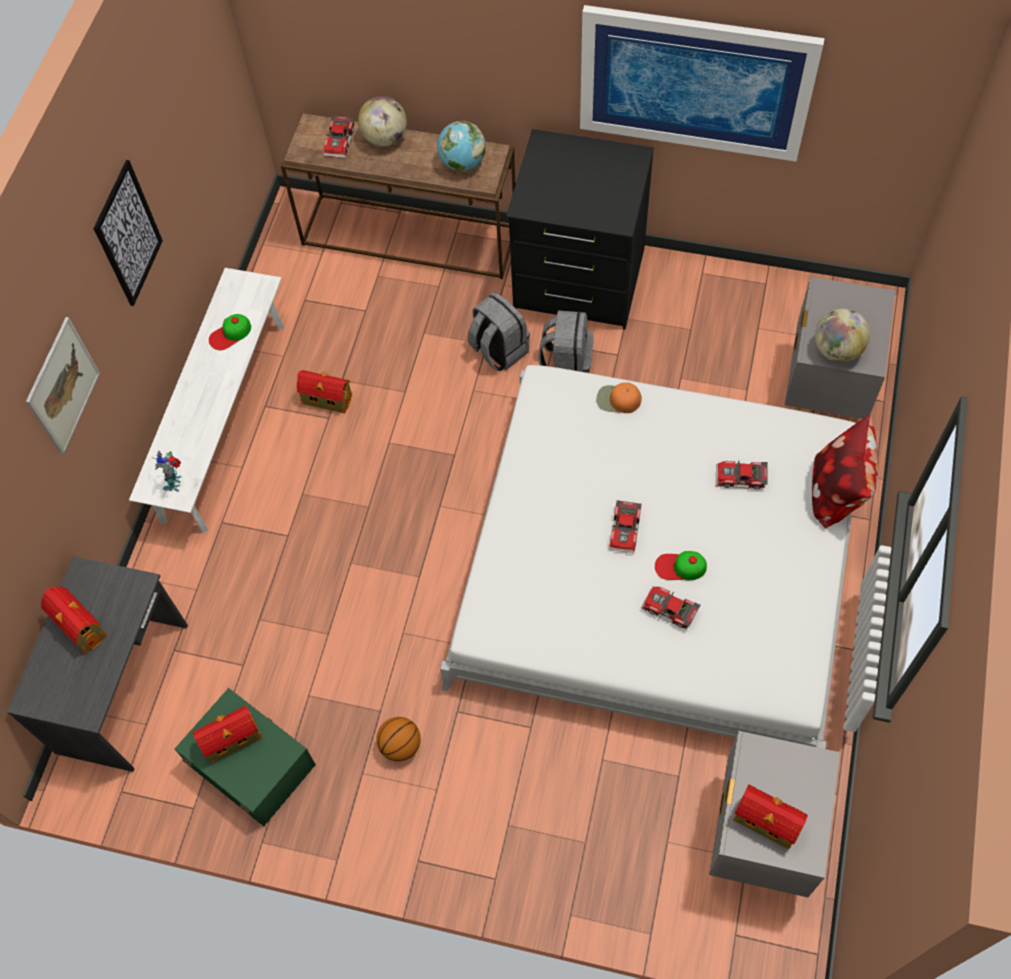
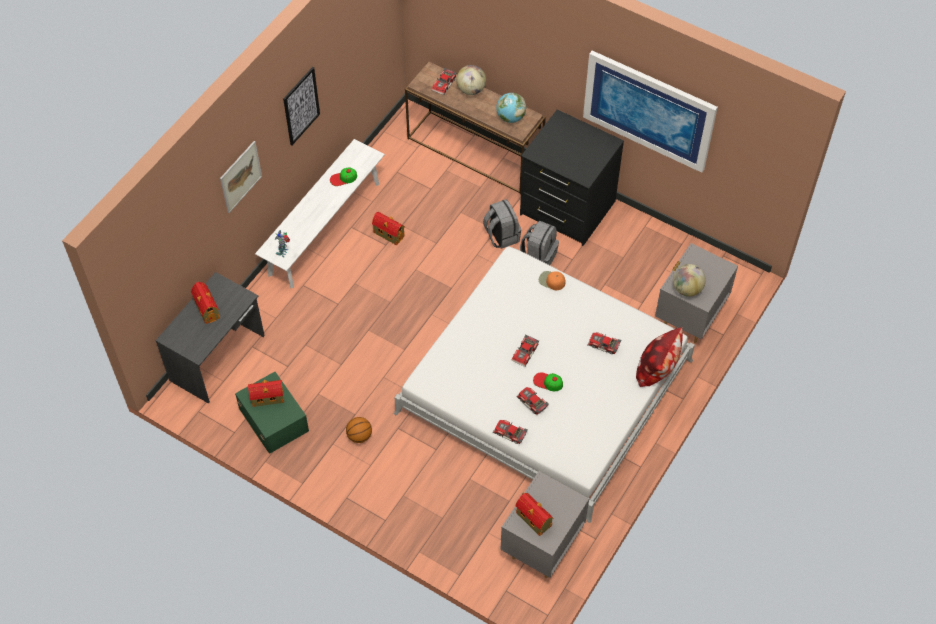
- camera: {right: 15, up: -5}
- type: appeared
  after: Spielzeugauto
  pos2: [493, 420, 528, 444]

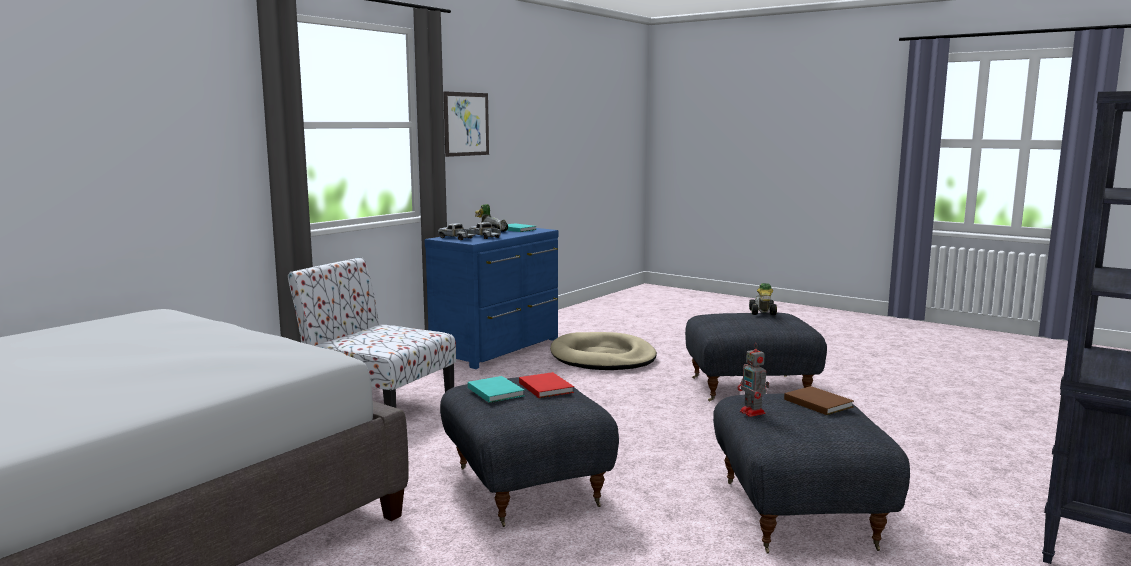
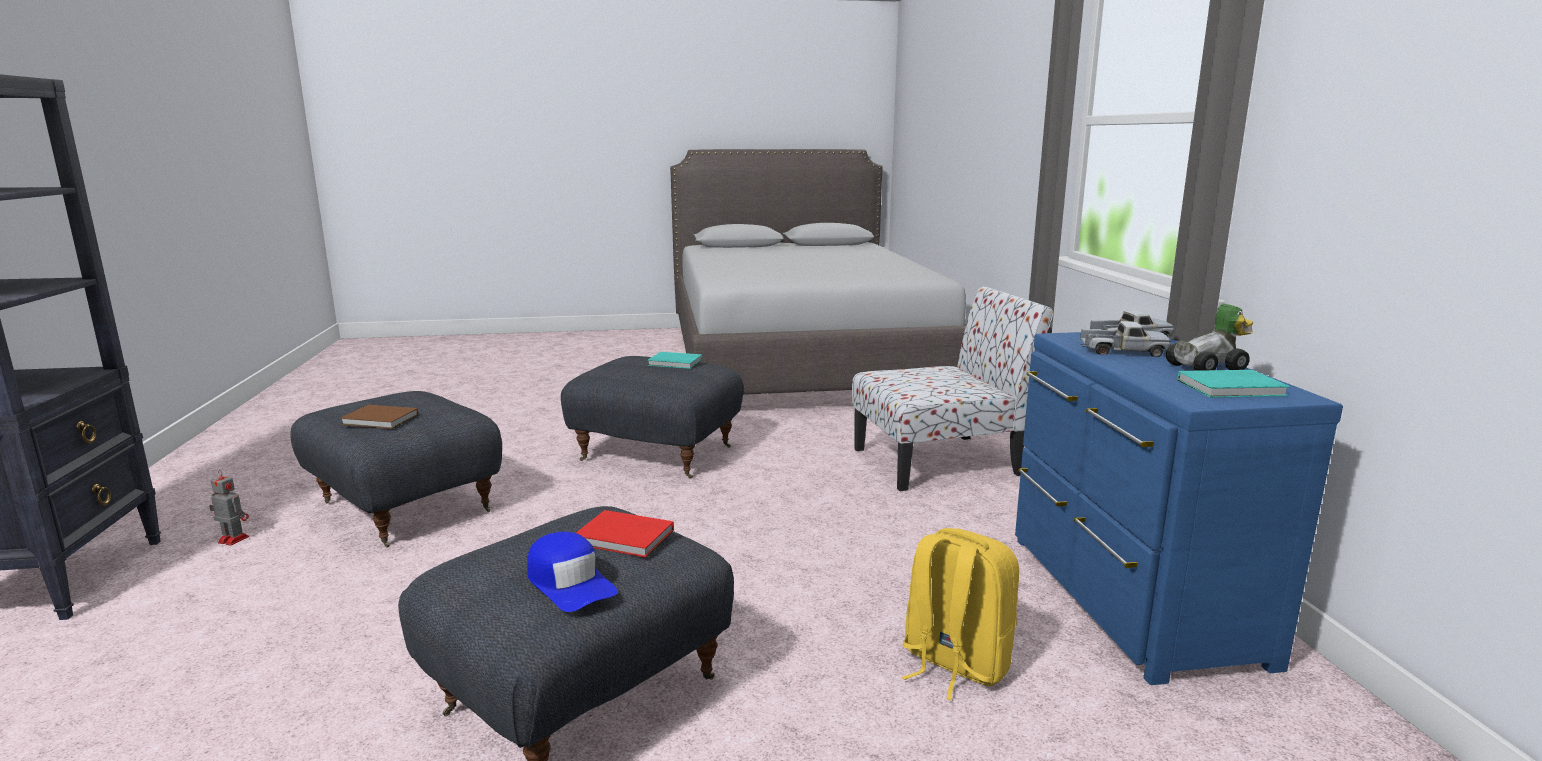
- camera: {right: 135, up: 5}
- type: missing
  before: Bild
  pos1: [443, 91, 489, 157]
- type: relocated
  before: Buch [rot]
  pos1: [519, 372, 574, 398]
  pos2: [576, 510, 674, 557]
- type: exchanged
  before: Hundebett [beige]
  after: Rucksack [gelb]
  pos1: [550, 332, 657, 370]
  pos2: [902, 528, 1019, 700]
- type: relocated
  before: Spielzeugroboter
  pos1: [738, 343, 769, 417]
  pos2: [209, 470, 249, 546]
- type: exchanged
  before: Spielzeugauto
  after: Kappe [blau]
  pos1: [749, 283, 777, 315]
  pos2: [527, 532, 618, 612]

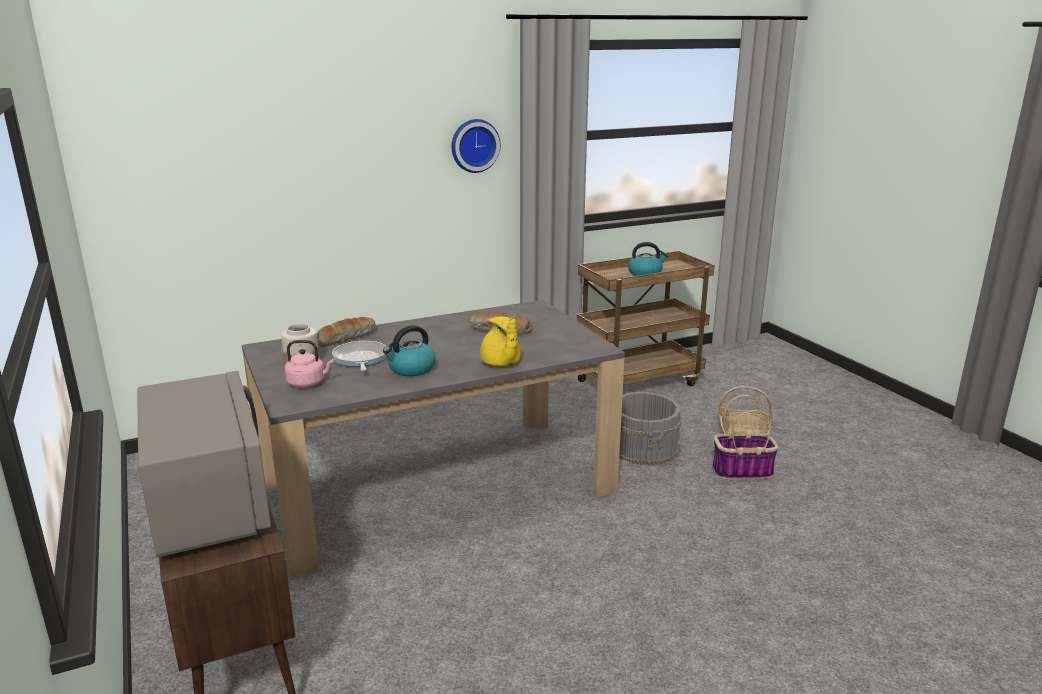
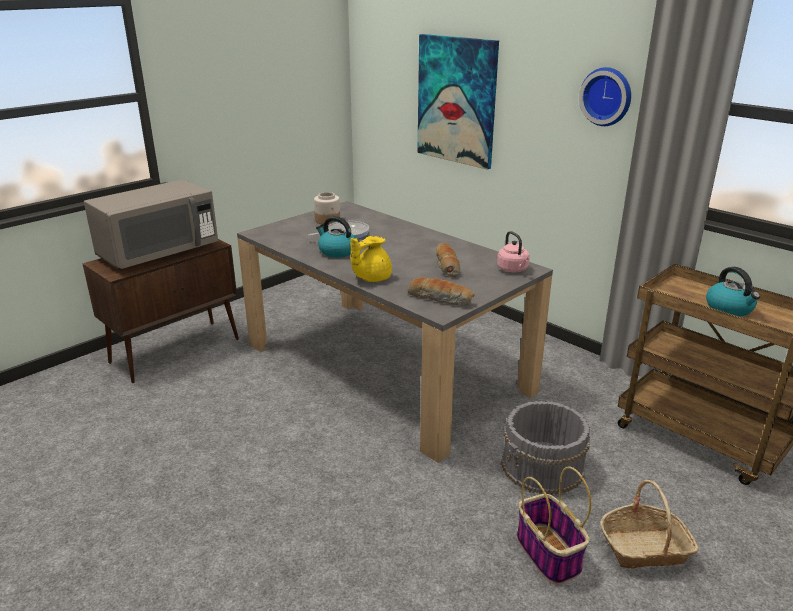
- camera: {right: 70, up: 5}
- type: relocated
  before: Wasserkessel [rosa]
  pos1: [285, 340, 334, 387]
  pos2: [497, 231, 530, 272]
- type: relocated
  before: Brot
  pos1: [317, 317, 375, 347]
  pos2: [407, 277, 474, 306]
- type: appeared
  after: Bild
  pos2: [417, 34, 499, 170]

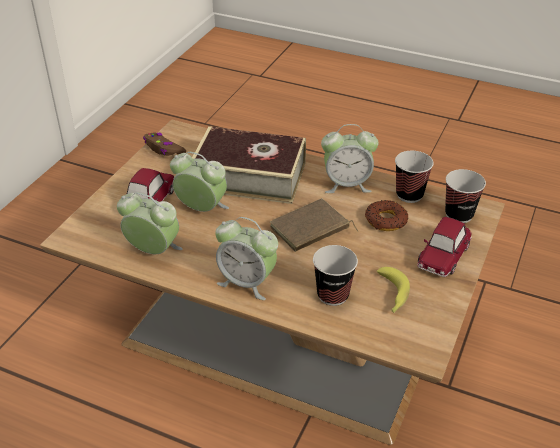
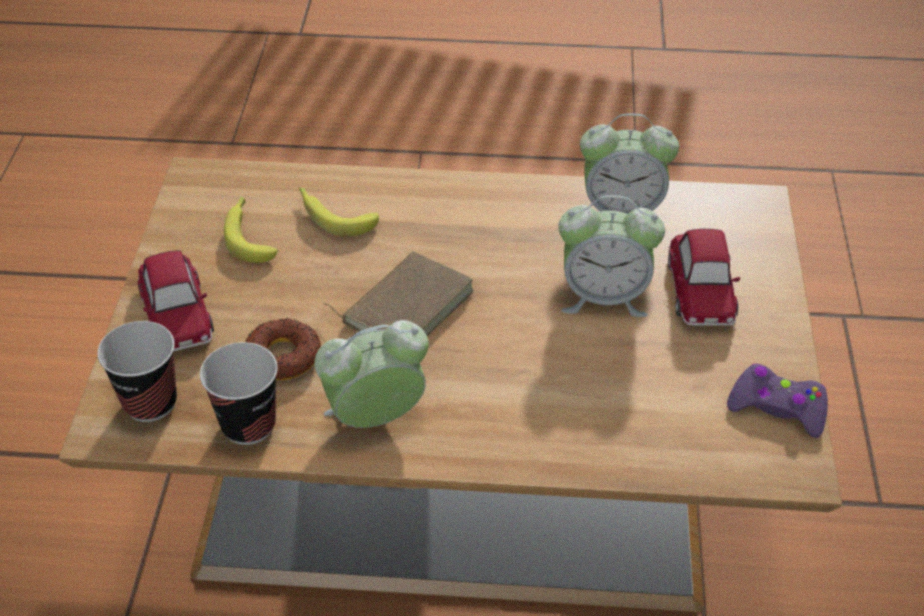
- camera: {right: 160, up: 5}
- type: colour
  before: Gamepad [braun]
  after: Gamepad [lila]
  pos1: [143, 133, 186, 156]
  pos2: [727, 364, 828, 438]
- type: missing
  before: Buch
  pos1: [192, 126, 306, 204]
- type: missing
  before: Wecker
  pos1: [215, 217, 278, 300]
- type: exchanged
  before: Tasse
  after: Banane
  pos1: [313, 245, 358, 306]
  pos2: [299, 187, 379, 237]
- type: spun
  before: Spielzeugauto
  pos1: [417, 217, 472, 277]
  pos2: [138, 251, 214, 352]
  turn: 150

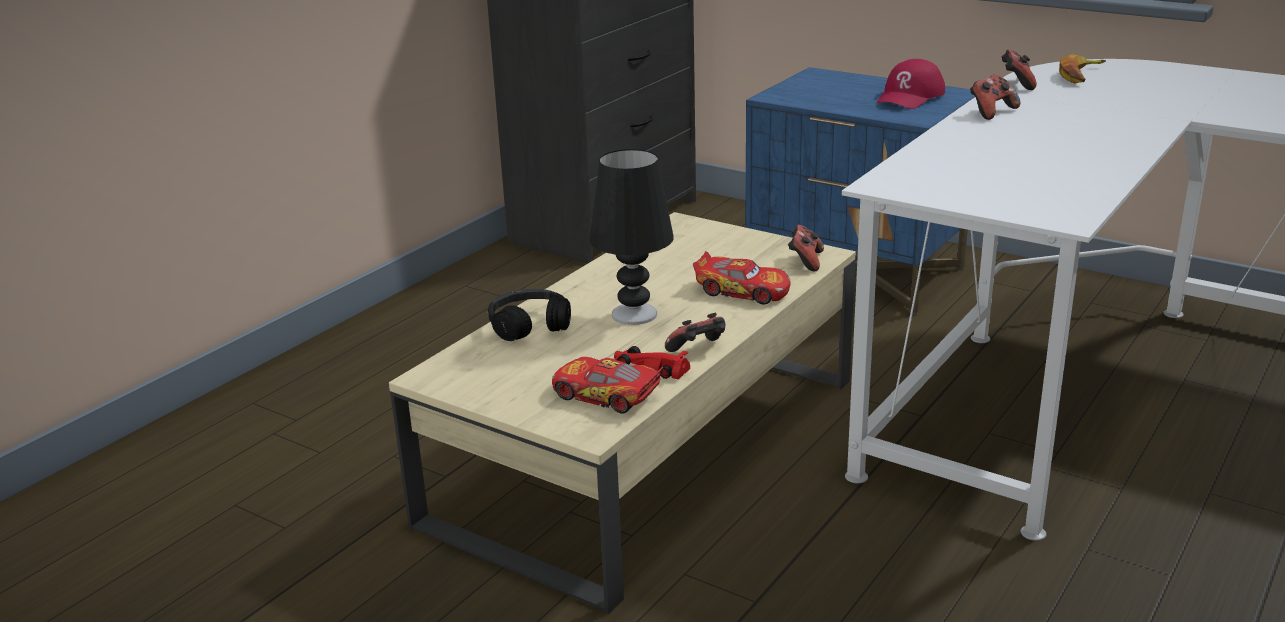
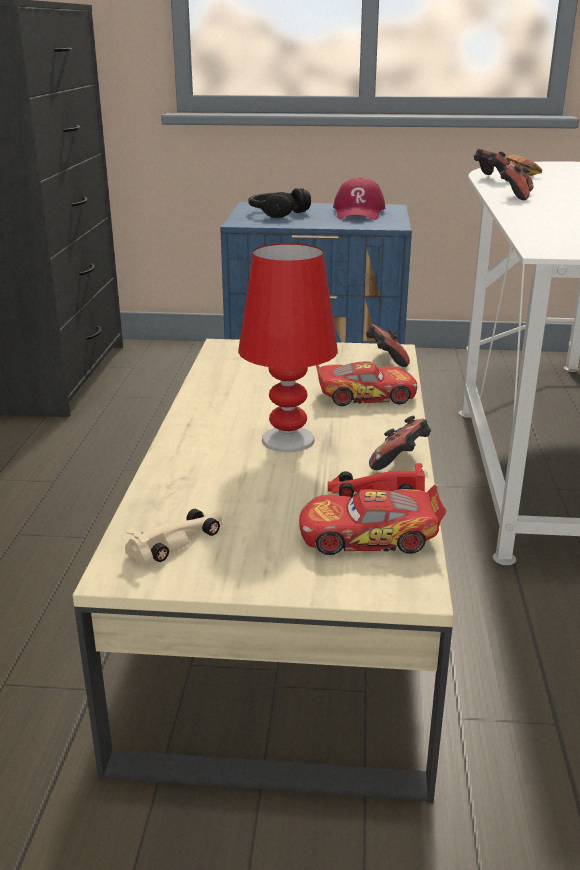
- camera: {right: -30, up: 0}
- type: relocated
  before: Kopfhörer [schwarz]
  pos1: [488, 289, 571, 341]
  pos2: [248, 188, 311, 218]
- type: colour
  before: Tischlampe [schwarz]
  after: Tischlampe [rot]
  pos1: [590, 149, 674, 325]
  pos2: [238, 243, 338, 452]
- type: appeared
  after: Spielzeugauto [beige]
  pos2: [125, 509, 223, 567]

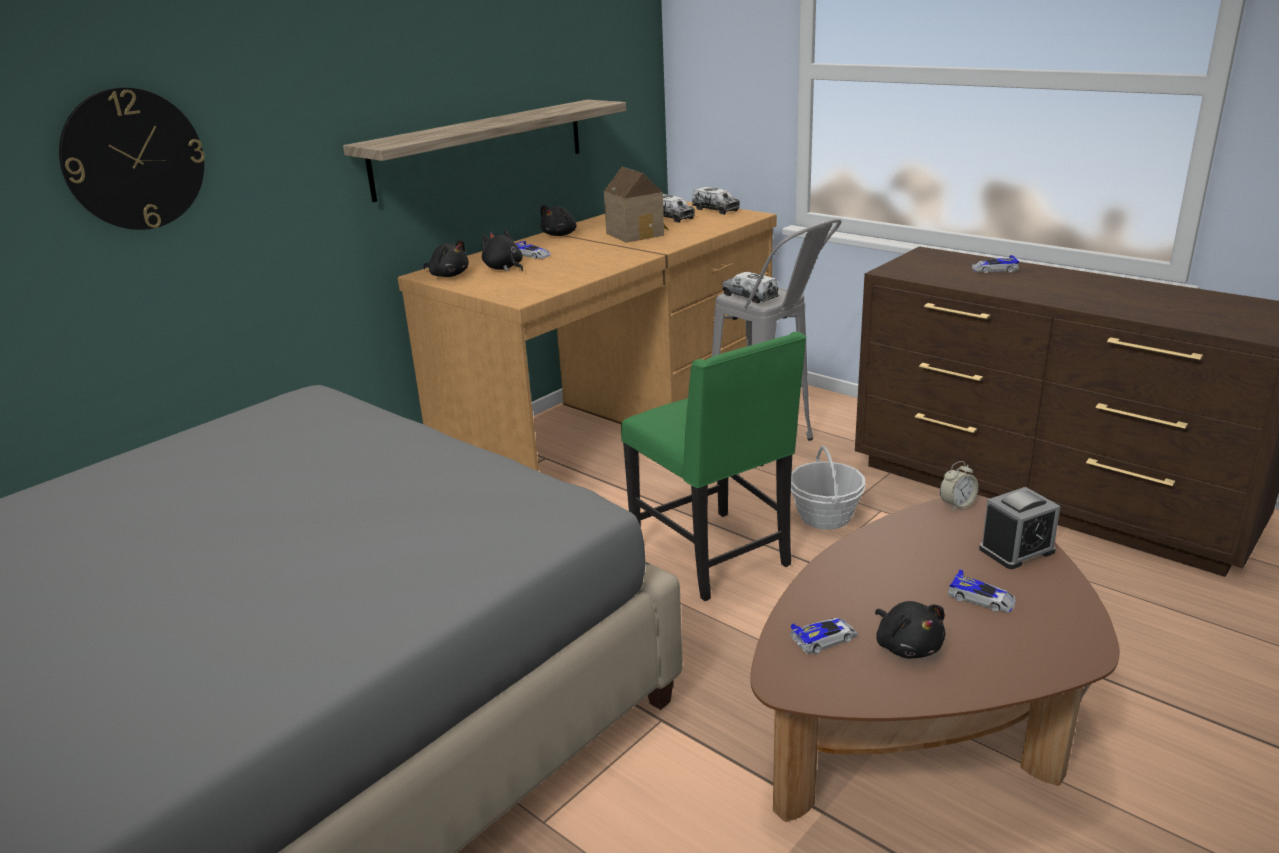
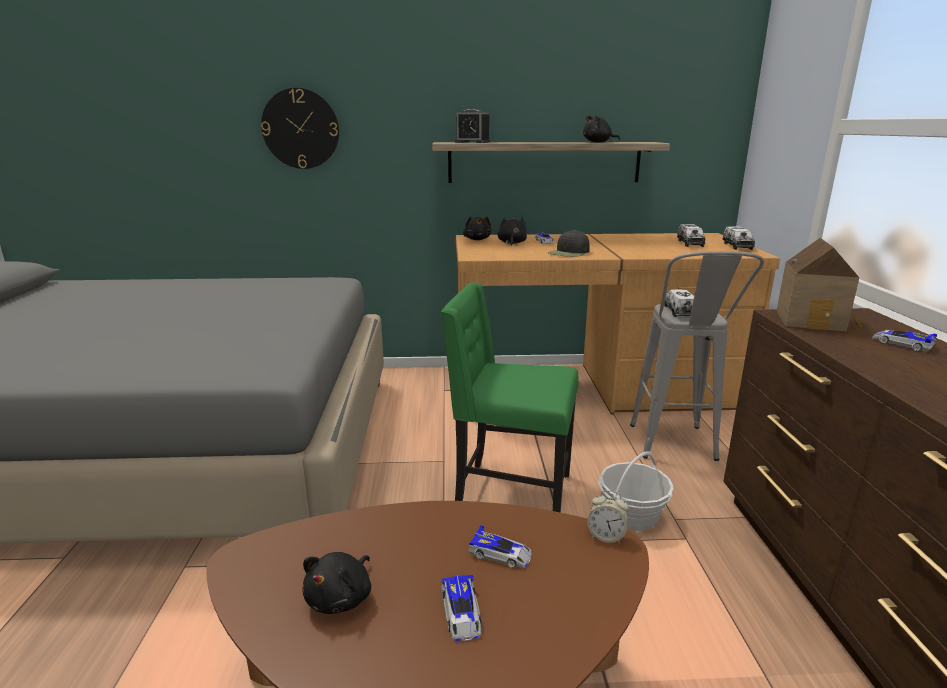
- camera: {right: 45, up: -5}
- type: relocated
  before: Plüschtier [schwarz]
  pos1: [540, 205, 577, 236]
  pos2: [583, 115, 620, 143]
- type: relocated
  before: Spielzeughaus
  pos1: [604, 167, 668, 243]
  pos2: [776, 238, 862, 332]
- type: spun
  before: Stuhl [grün]
  pos1: [621, 332, 806, 601]
  pos2: [441, 282, 579, 513]
  turn: 90
- type: relocated
  before: Spielzeugauto
  pos1: [790, 618, 858, 654]
  pos2: [469, 525, 532, 568]
- type: relocated
  before: Wecker
  pos1: [979, 487, 1060, 569]
  pos2: [455, 109, 490, 143]
- type: appeared
  after: Kappe [schwarz]
  pos2: [548, 230, 590, 257]

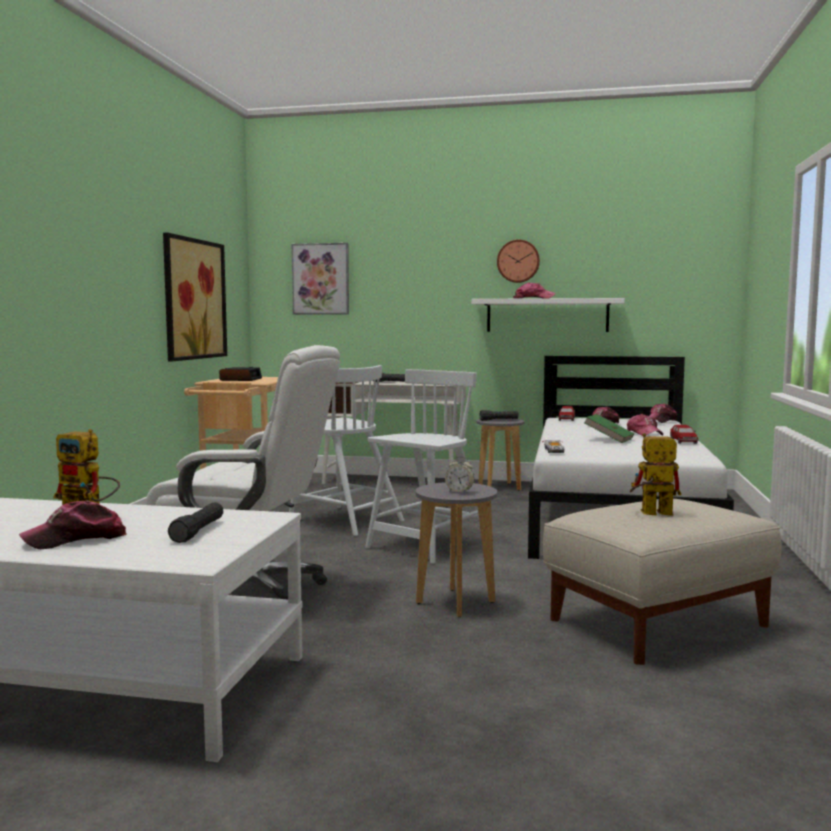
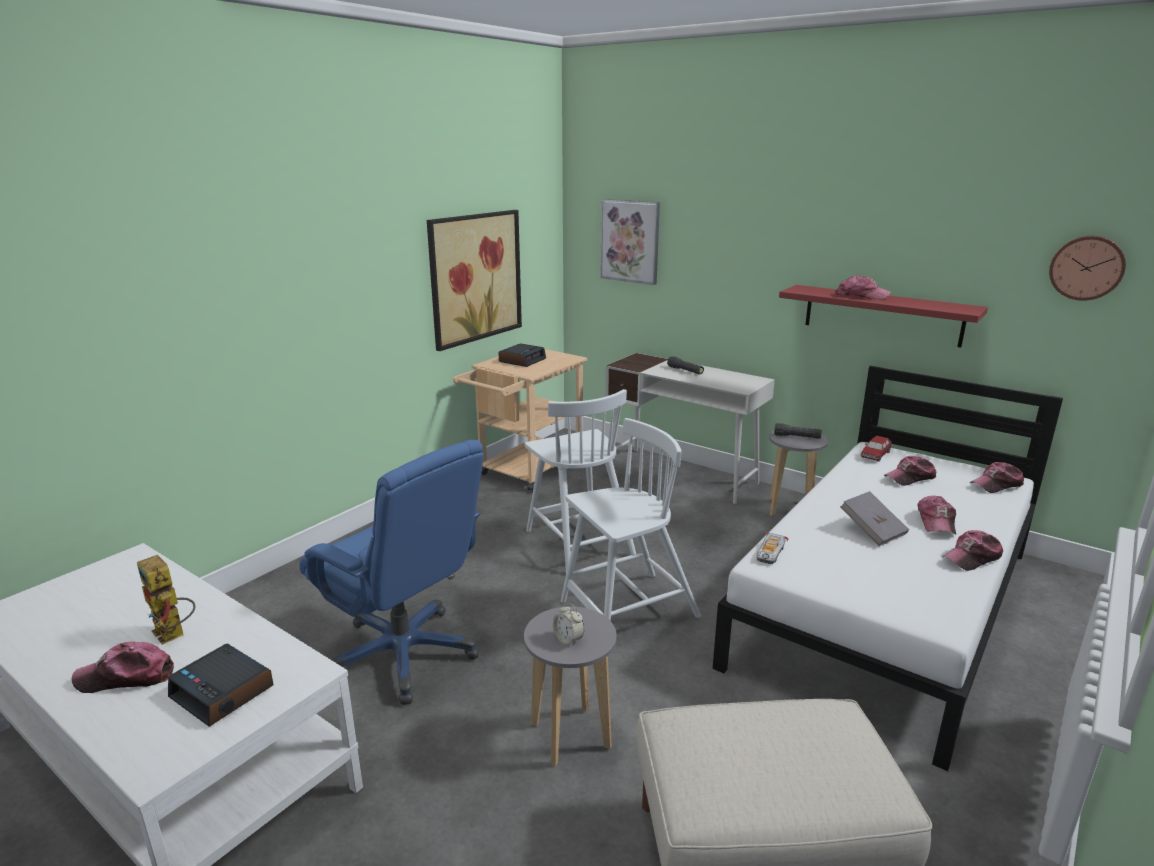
- camera: {right: 25, up: 15}
- type: colour
  before: Bürostuhl [weiß]
  after: Bürostuhl [blau]
  pos1: [146, 345, 340, 599]
  pos2: [300, 440, 484, 705]
- type: exchanged
  before: Taschenlampe [schwarz]
  after: Wecker
  pos1: [168, 502, 223, 543]
  pos2: [168, 643, 273, 727]
- type: colour
  before: Wandregal [weiß]
  after: Wandregal [rot]
  pos1: [471, 298, 625, 332]
  pos2: [779, 285, 988, 347]
- type: relocated
  before: Wanduhr
  pos1: [497, 240, 540, 283]
  pos2: [1049, 236, 1126, 301]
- type: colour
  before: Buch [grün]
  after: Buch [grau]
  pos1: [584, 414, 634, 443]
  pos2: [840, 491, 909, 546]
- type: missing
  before: Spielzeugroboter
  pos1: [630, 433, 681, 516]
- type: exchanged
  before: Spielzeugauto
  after: Kappe
  pos1: [670, 425, 699, 444]
  pos2: [942, 530, 1003, 571]

